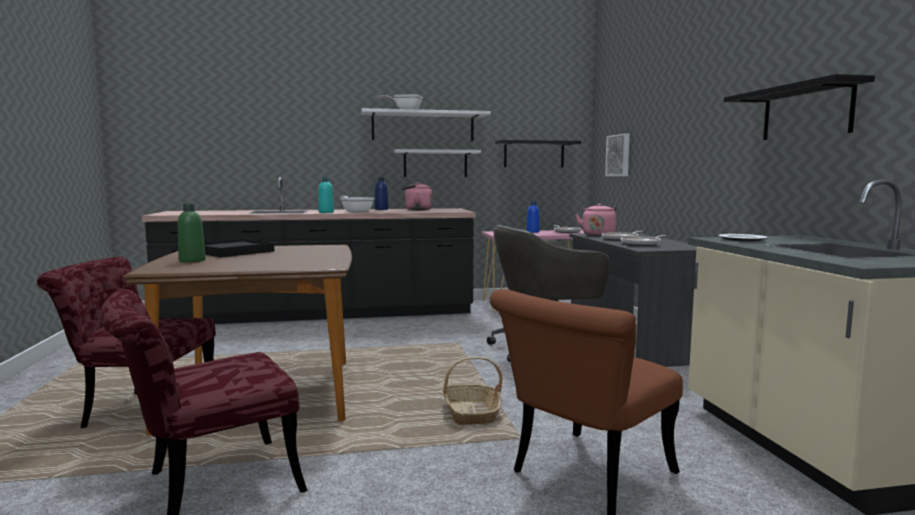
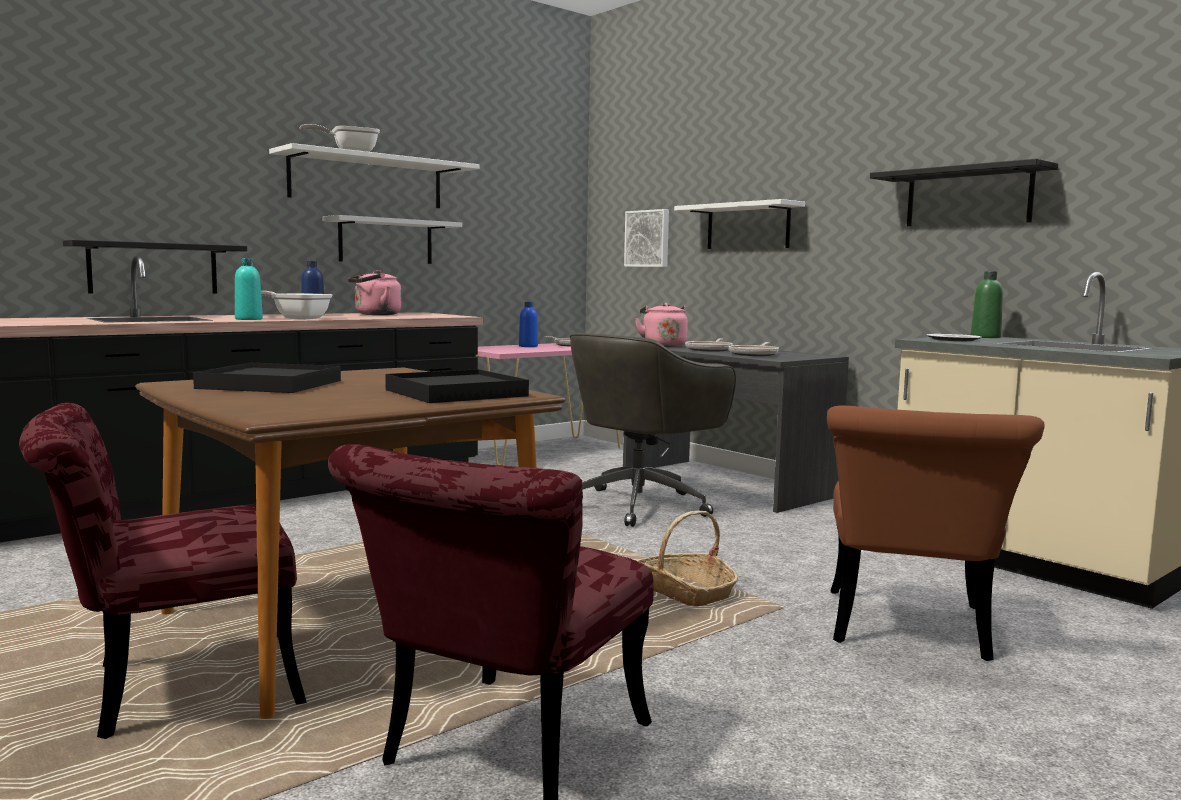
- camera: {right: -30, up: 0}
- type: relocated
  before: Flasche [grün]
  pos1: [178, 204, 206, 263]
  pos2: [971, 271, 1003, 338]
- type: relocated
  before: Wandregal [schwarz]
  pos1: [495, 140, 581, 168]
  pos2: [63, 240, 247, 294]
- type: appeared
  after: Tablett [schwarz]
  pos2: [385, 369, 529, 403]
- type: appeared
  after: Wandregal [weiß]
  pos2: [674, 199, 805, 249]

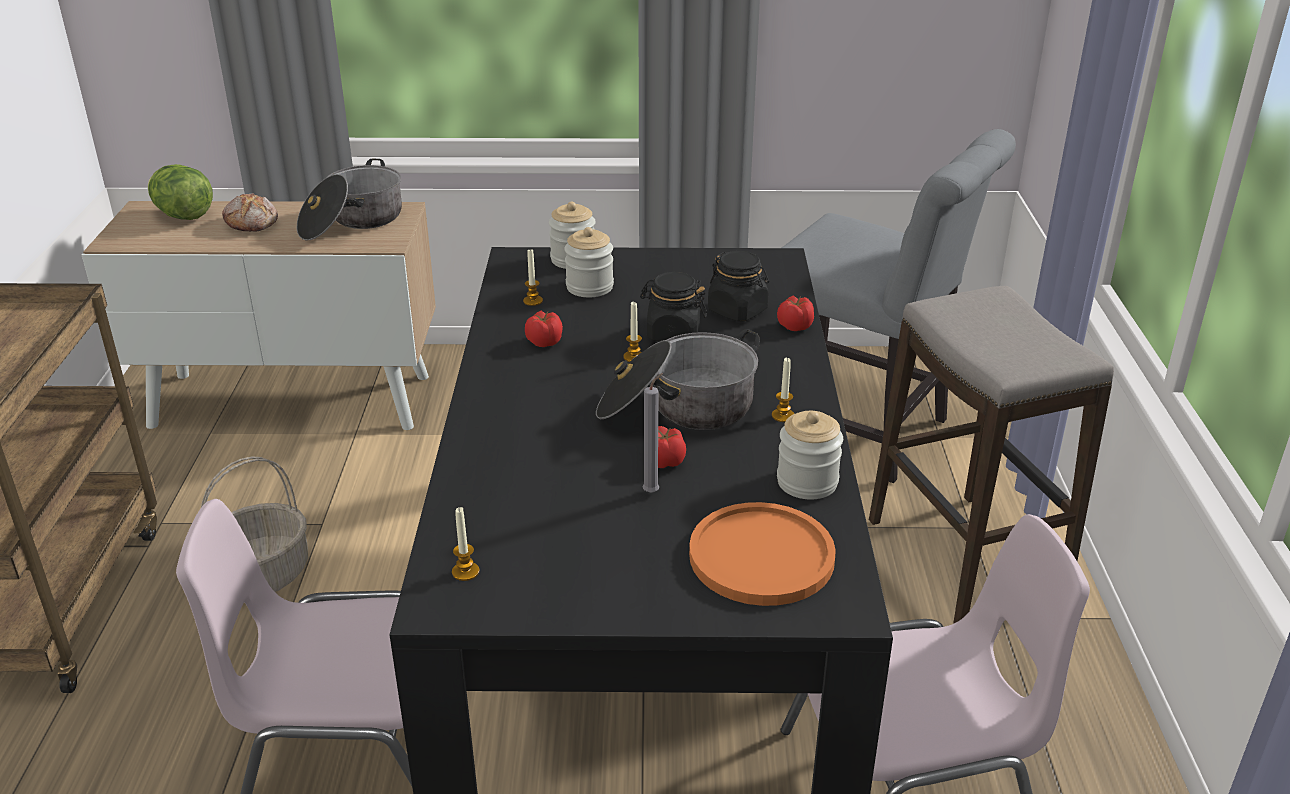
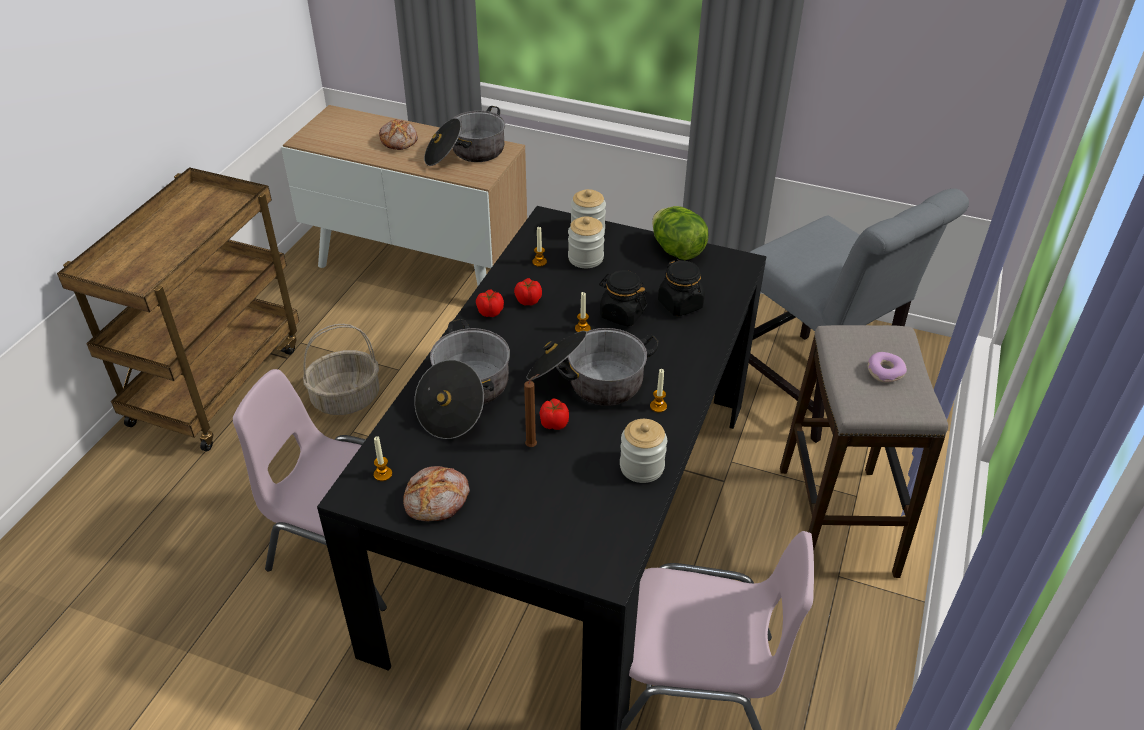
- camera: {right: 20, up: 10}
- type: relocated
  before: Salatkopf
  pos1: [148, 164, 213, 220]
  pos2: [652, 206, 708, 260]
- type: colour
  before: Kerze [grau]
  after: Kerze [braun]
  pos1: [642, 373, 663, 493]
  pos2: [524, 374, 539, 447]
- type: missing
  before: Teller [orange]
  pos1: [689, 502, 836, 606]
- type: relocated
  before: Tomate
  pos1: [777, 295, 814, 331]
  pos2: [476, 289, 504, 317]
- type: appeared
  after: Brot
  pos2: [403, 466, 470, 521]
- type: appeared
  after: Kochtopf
  pos2: [414, 319, 510, 439]
- type: appeared
  after: Donut
  pos2: [868, 352, 907, 383]

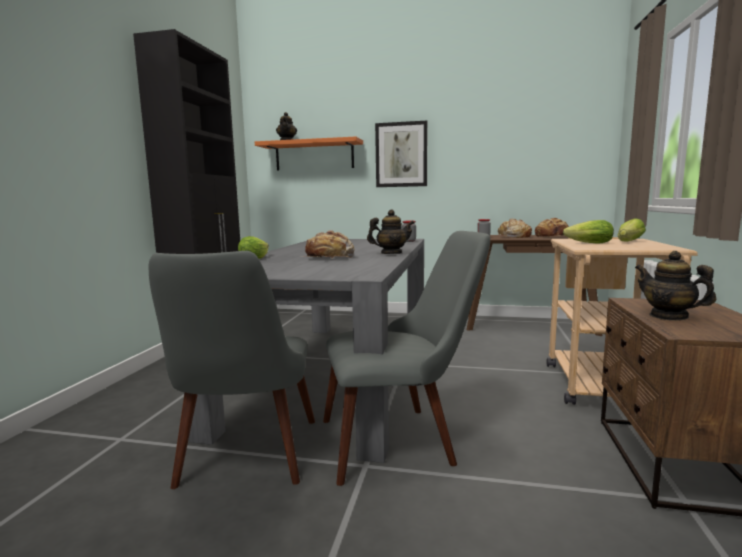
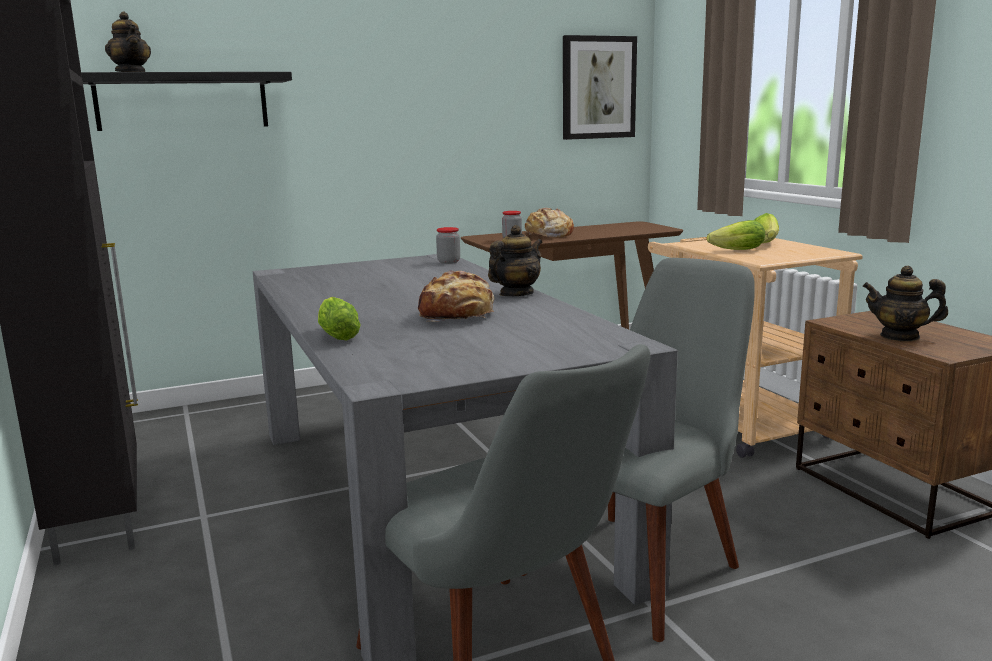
- camera: {right: -35, up: 5}
- type: colour
  before: Wandregal [orange]
  after: Wandregal [schwarz]
  pos1: [255, 137, 363, 171]
  pos2: [81, 72, 292, 131]
- type: relocated
  before: Bild
  pos1: [375, 121, 427, 187]
  pos2: [563, 35, 637, 140]
- type: missing
  before: Brot
  pos1: [535, 218, 569, 238]

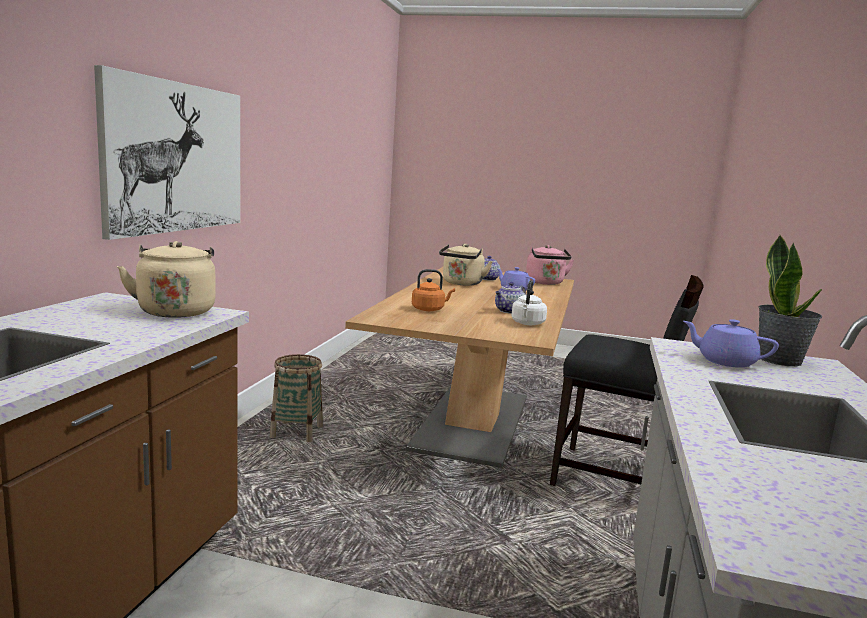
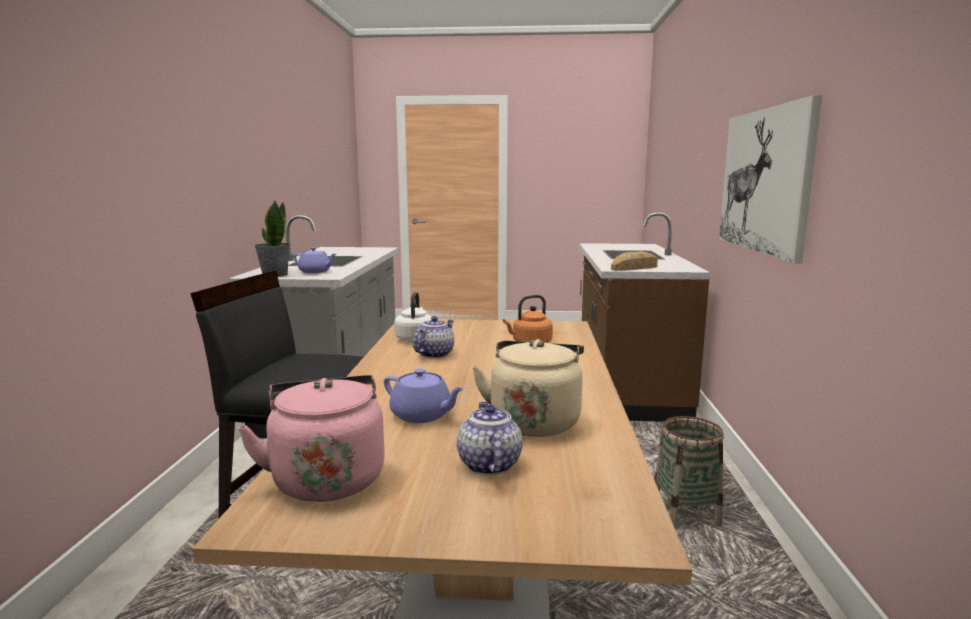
- camera: {right: 170, up: 0}
- type: exchanged
  before: Wasserkessel [beige]
  after: Brot
  pos1: [117, 241, 216, 318]
  pos2: [611, 251, 658, 270]

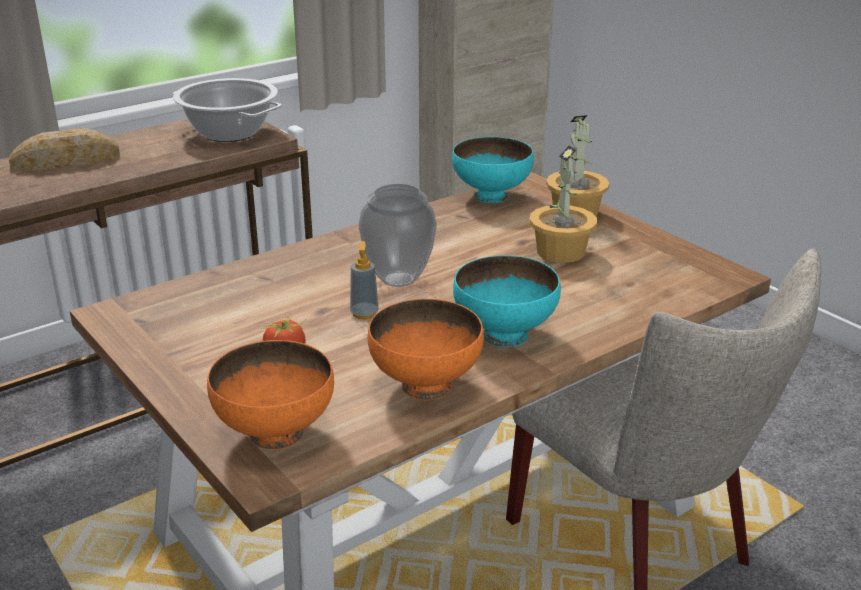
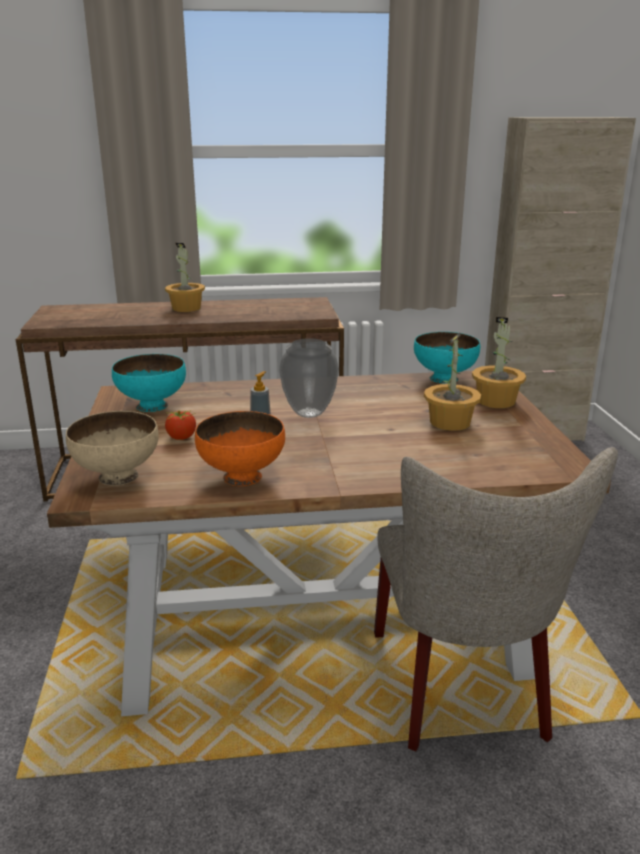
- camera: {right: 30, up: -5}
- type: exchanged
  before: Brot
  after: Topfpflanze
  pos1: [9, 128, 120, 171]
  pos2: [165, 243, 205, 312]
- type: missing
  before: Kochtopf
  pos1: [173, 78, 282, 142]
- type: colour
  before: Schüssel [orange]
  after: Schüssel [beige]
  pos1: [207, 340, 334, 450]
  pos2: [66, 411, 159, 486]
- type: relocated
  before: Schüssel [türkis]
  pos1: [453, 255, 561, 347]
  pos2: [112, 354, 186, 412]

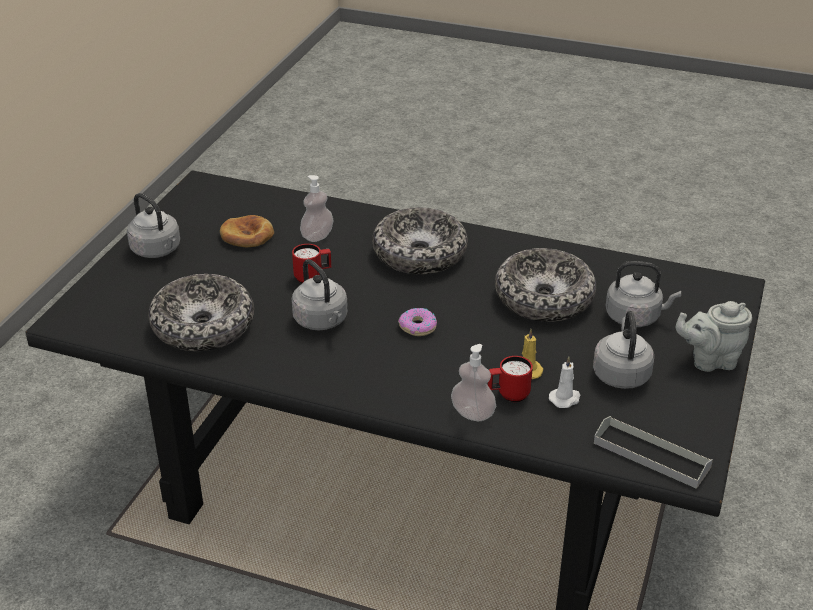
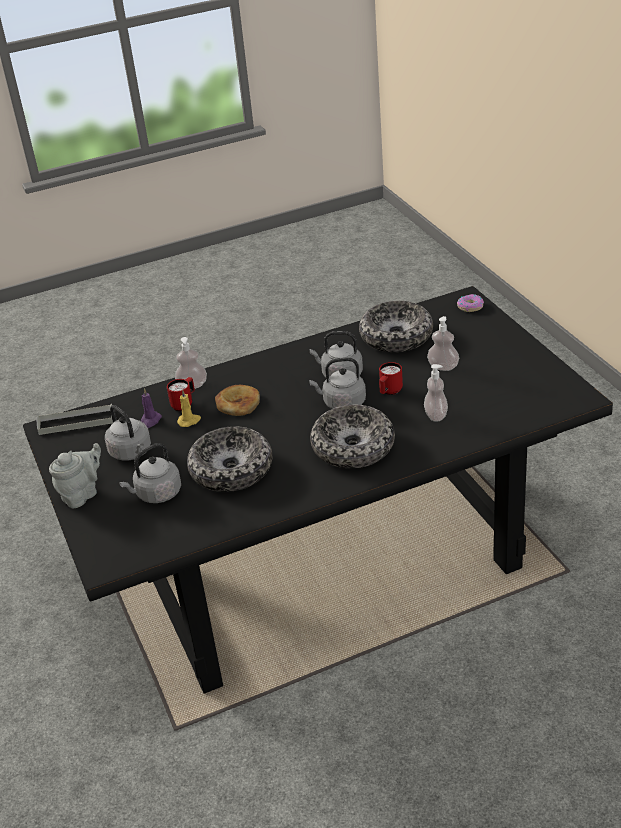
- camera: {right: 140, up: 0}
- type: relocated
  before: Wasserkessel [grau]
  pos1: [127, 193, 180, 258]
  pos2: [309, 358, 366, 409]
- type: relocated
  before: Brot
  pos1: [220, 215, 274, 247]
  pos2: [215, 385, 260, 416]
- type: relocated
  before: Donut
  pos1: [398, 308, 437, 336]
  pos2: [457, 294, 484, 312]
- type: colour
  before: Kerze [weiß]
  after: Kerze [lila]
  pos1: [549, 357, 580, 408]
  pos2: [141, 388, 162, 428]
- type: appeared
  after: Seifenspender
  pos2: [427, 316, 459, 371]

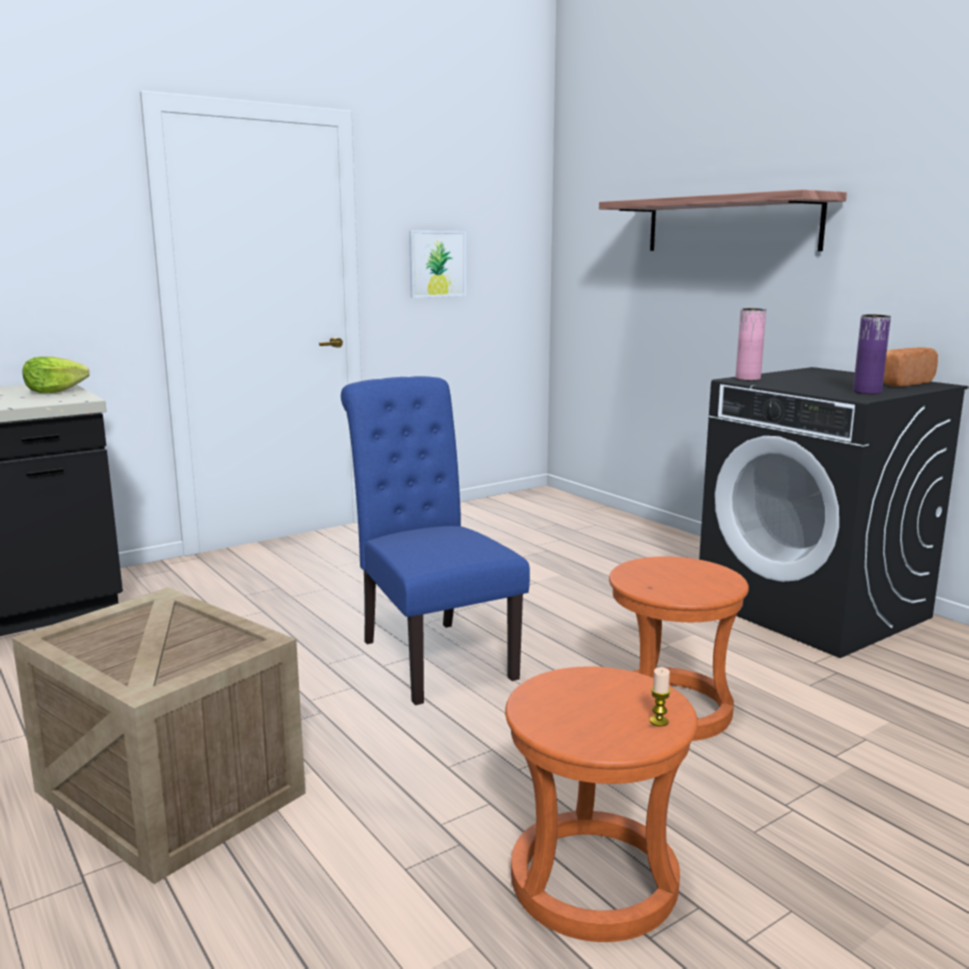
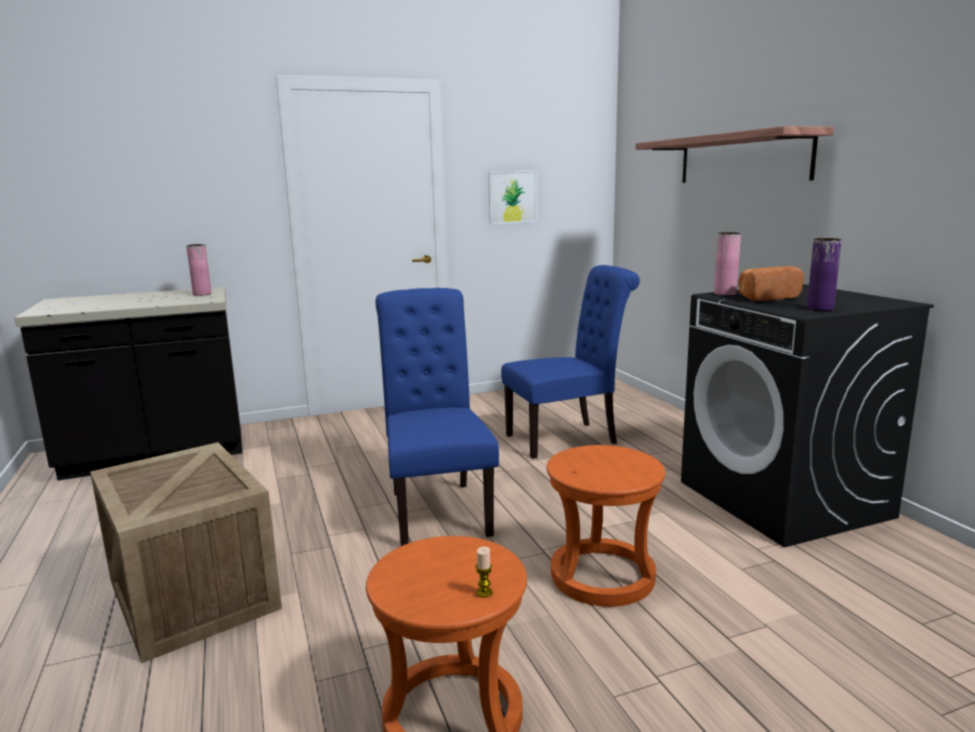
- camera: {right: 15, up: 0}
- type: exchanged
  before: Salatkopf
  after: Vase [rosa]
  pos1: [23, 357, 90, 393]
  pos2: [186, 244, 212, 296]
- type: relocated
  before: Brot
  pos1: [883, 347, 938, 387]
  pos2: [738, 266, 804, 301]
- type: appeared
  after: Stuhl [blau]
  pos2: [501, 265, 640, 459]

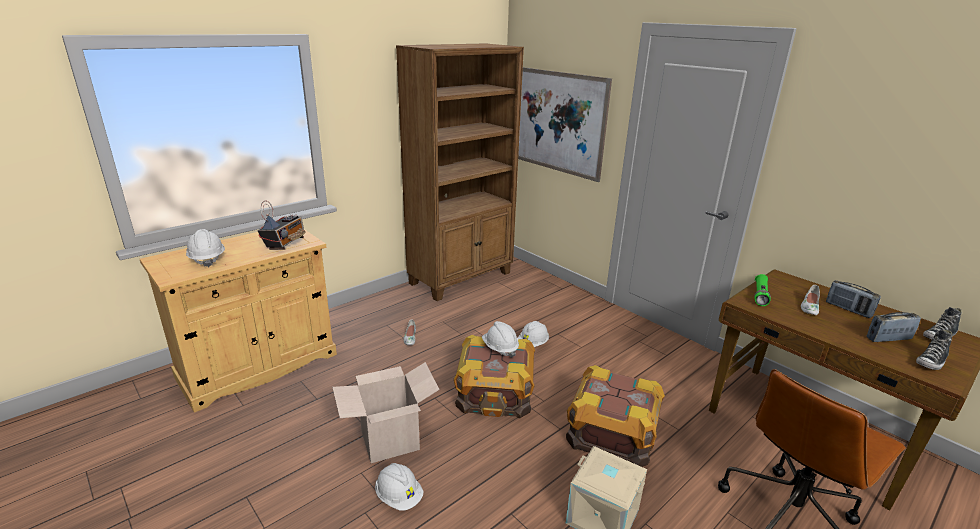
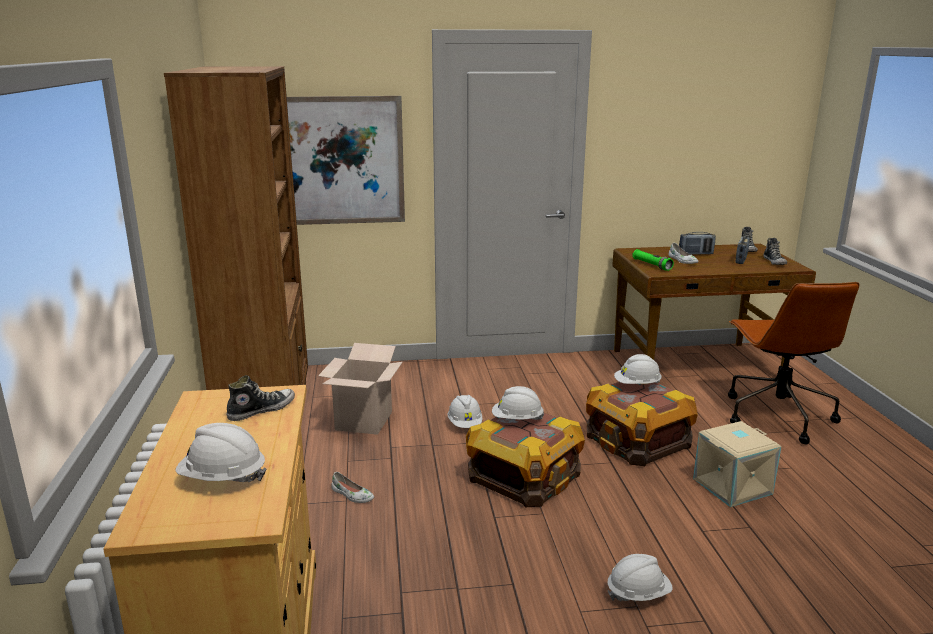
- camera: {right: -55, up: -5}
- type: exchanged
  before: Radio
  after: Schuh
  pos1: [258, 200, 306, 250]
  pos2: [226, 375, 295, 421]
- type: relocated
  before: Karton
  pos1: [332, 362, 440, 463]
  pos2: [318, 343, 403, 435]
- type: appeared
  after: Schutzhelm [weiß]
  pos2: [614, 354, 662, 384]

